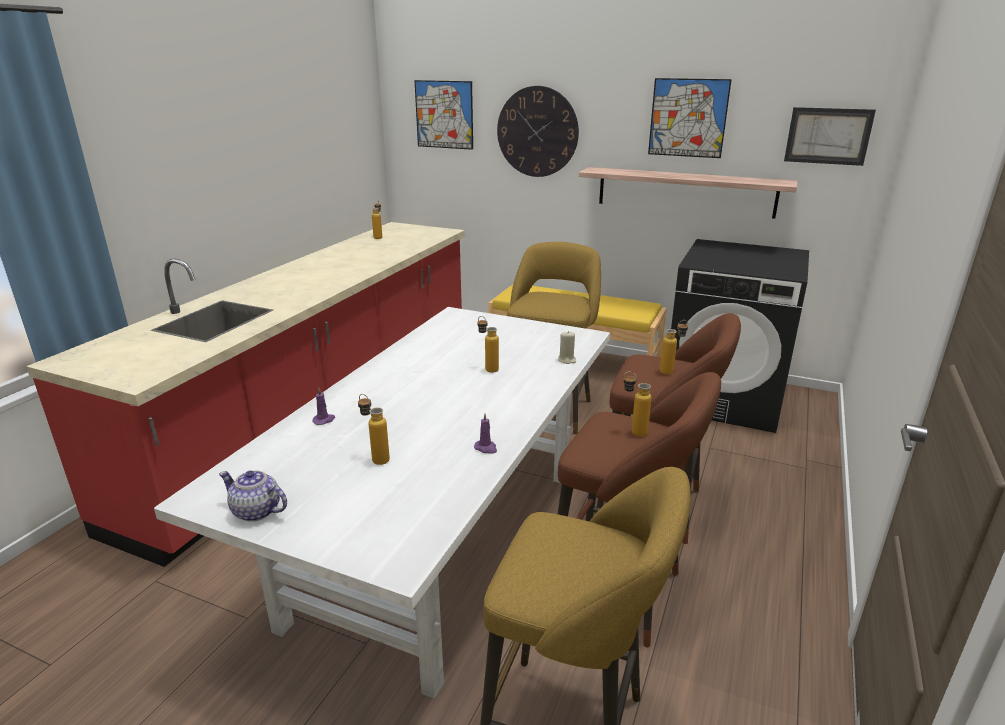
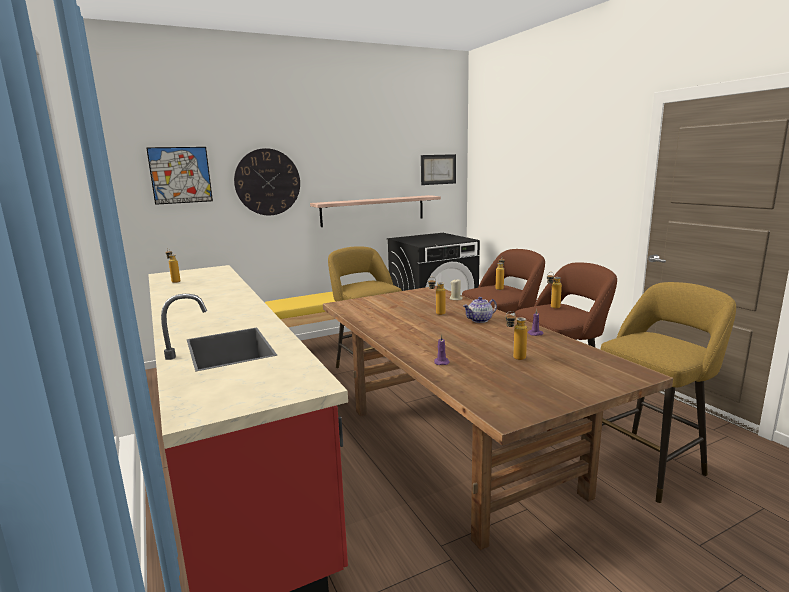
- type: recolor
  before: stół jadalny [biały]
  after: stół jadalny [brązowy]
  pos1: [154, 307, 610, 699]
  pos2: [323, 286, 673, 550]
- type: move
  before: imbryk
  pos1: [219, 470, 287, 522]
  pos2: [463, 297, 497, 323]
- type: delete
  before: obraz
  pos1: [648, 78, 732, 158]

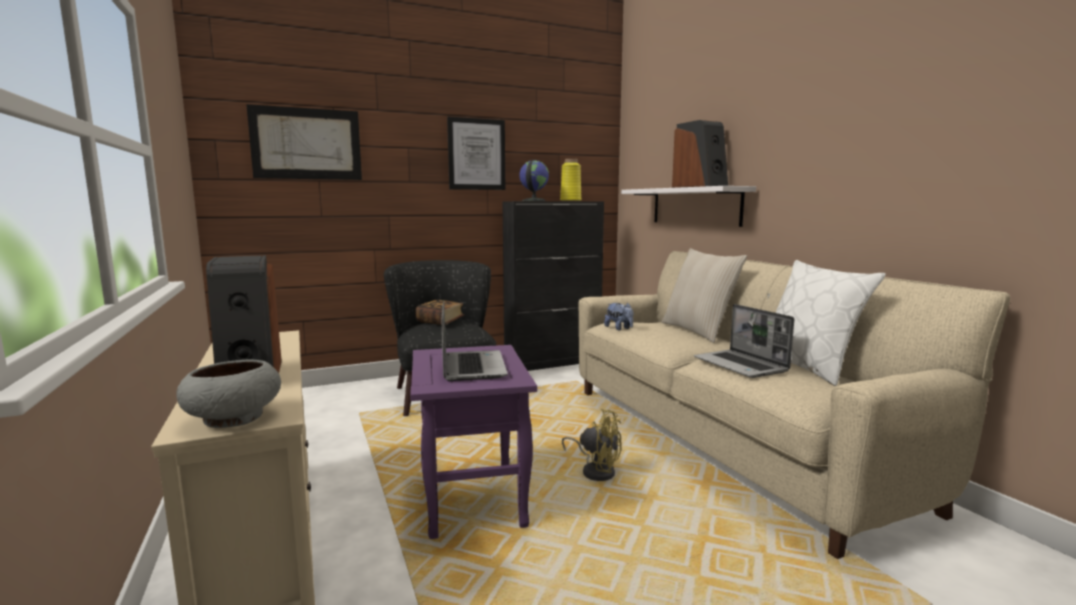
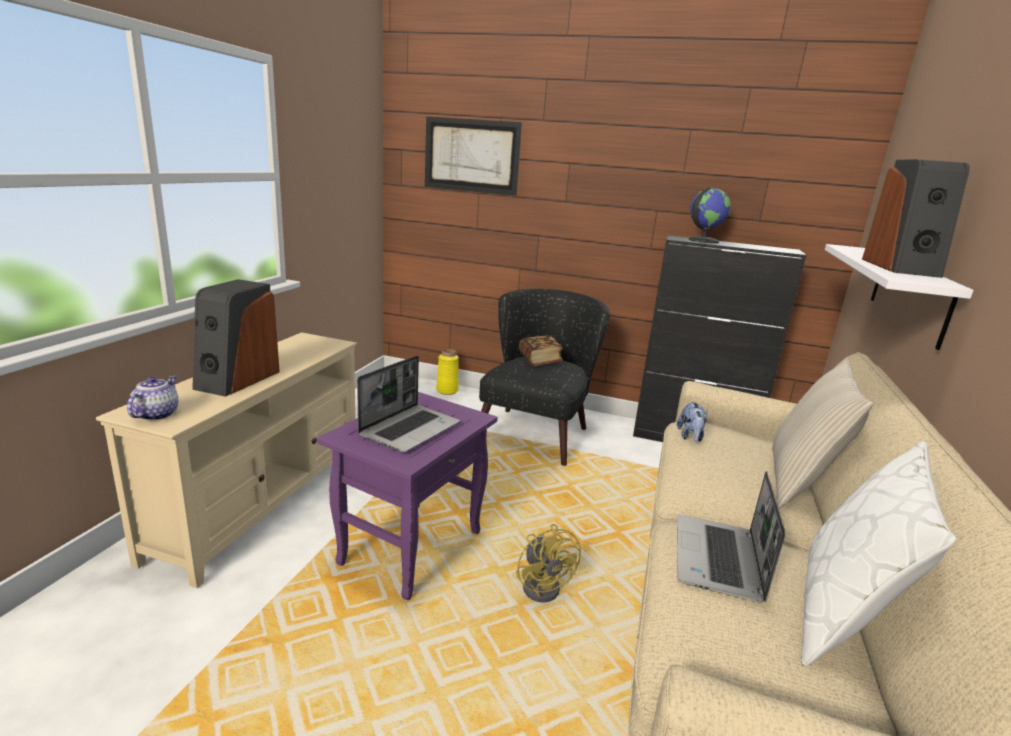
- type: replace
  before: miska [szary]
  after: imbryk
  pos1: [176, 360, 281, 428]
  pos2: [127, 375, 178, 421]
- type: delete
  before: obraz
  pos1: [447, 117, 505, 190]
- type: move
  before: wazon [żółty]
  pos1: [560, 159, 581, 201]
  pos2: [436, 349, 459, 395]

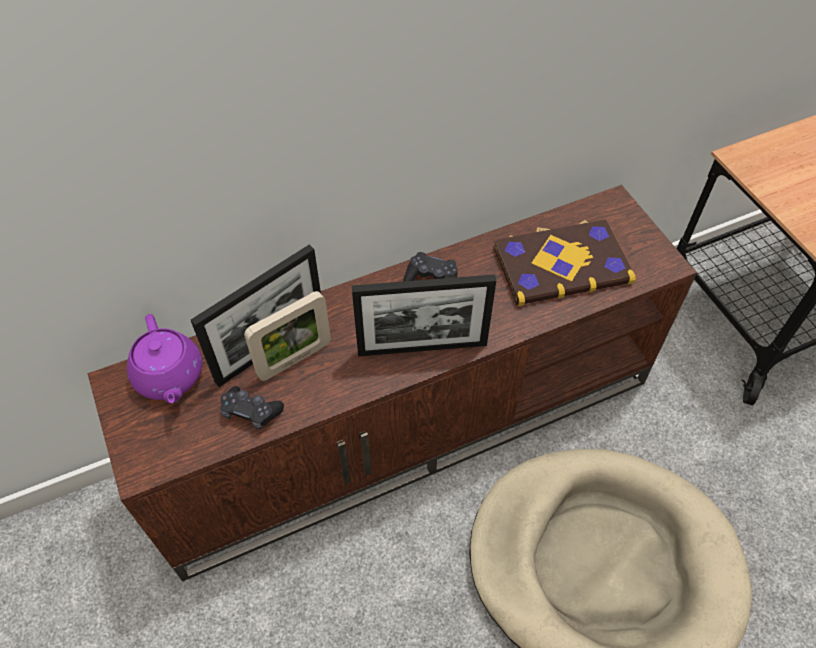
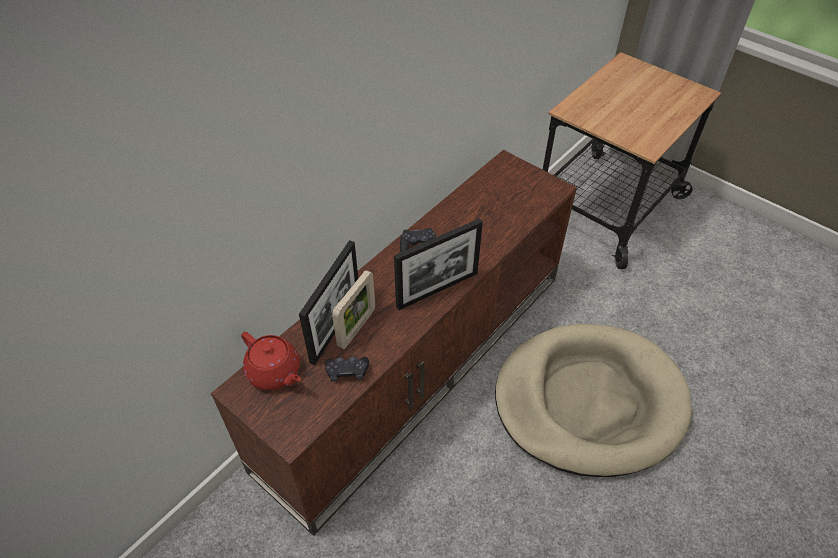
- type: recolor
  before: imbryk [fioletowy]
  after: imbryk [czerwony]
  pos1: [127, 314, 202, 403]
  pos2: [241, 332, 301, 390]
- type: delete
  before: książka
  pos1: [494, 219, 636, 306]

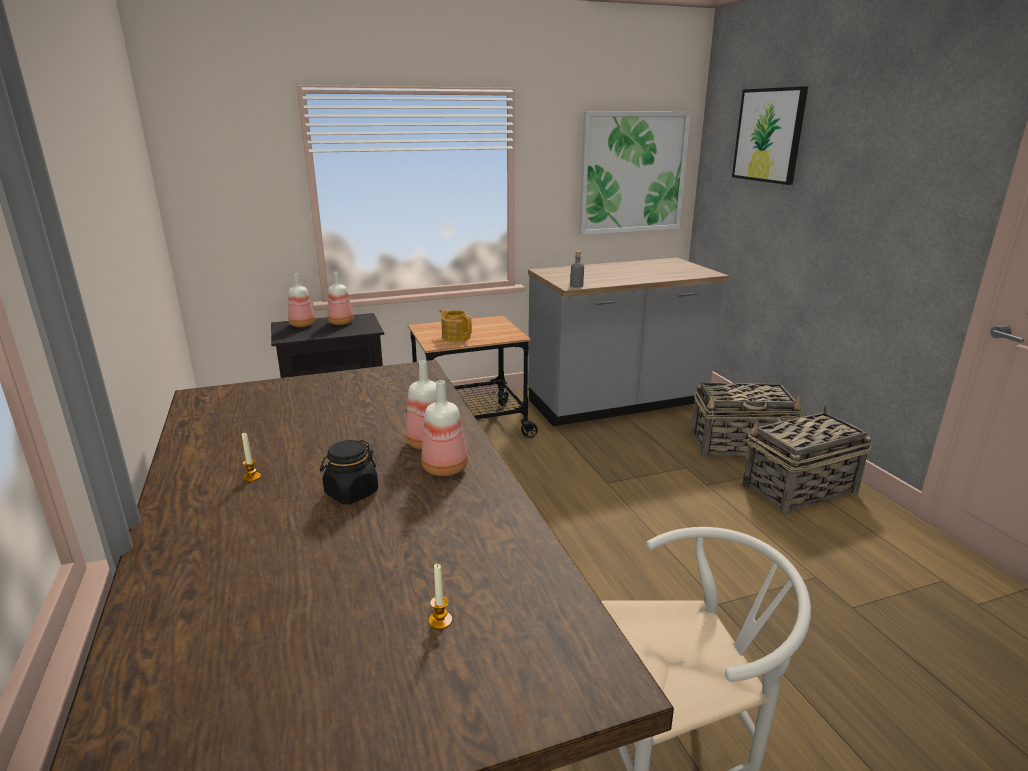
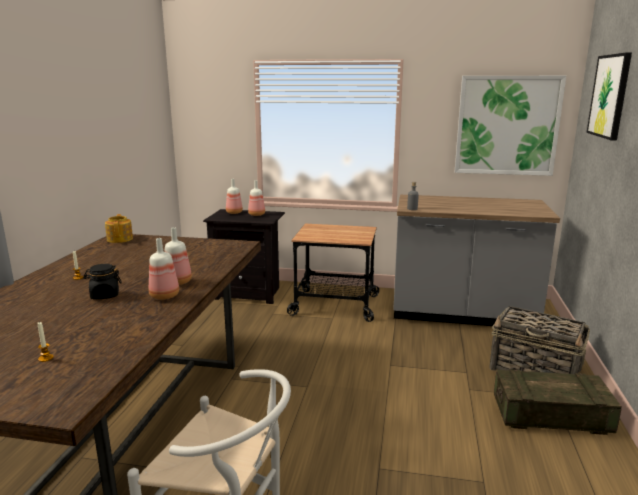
- type: move
  before: imbryk
  pos1: [439, 309, 472, 342]
  pos2: [105, 214, 133, 243]
- type: replace
  before: koszyk
  after: skrzynka
  pos1: [742, 406, 872, 515]
  pos2: [494, 369, 622, 435]

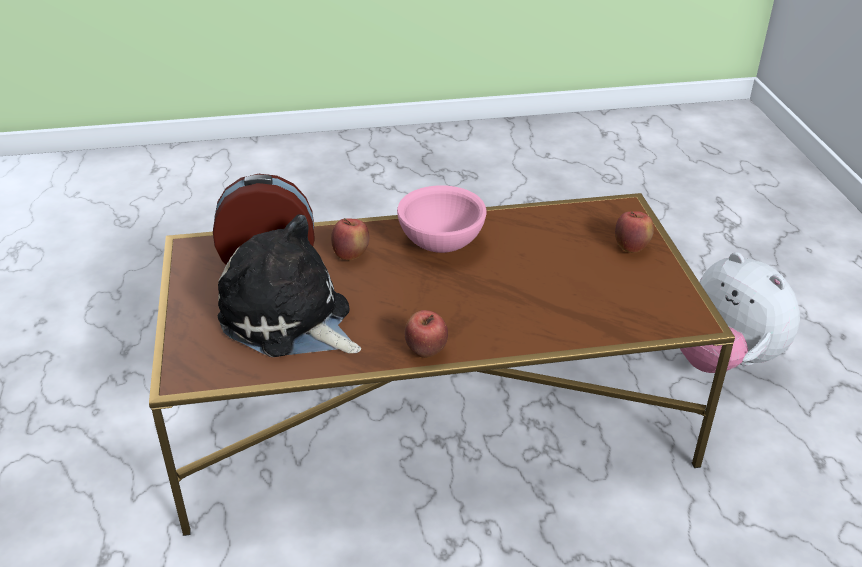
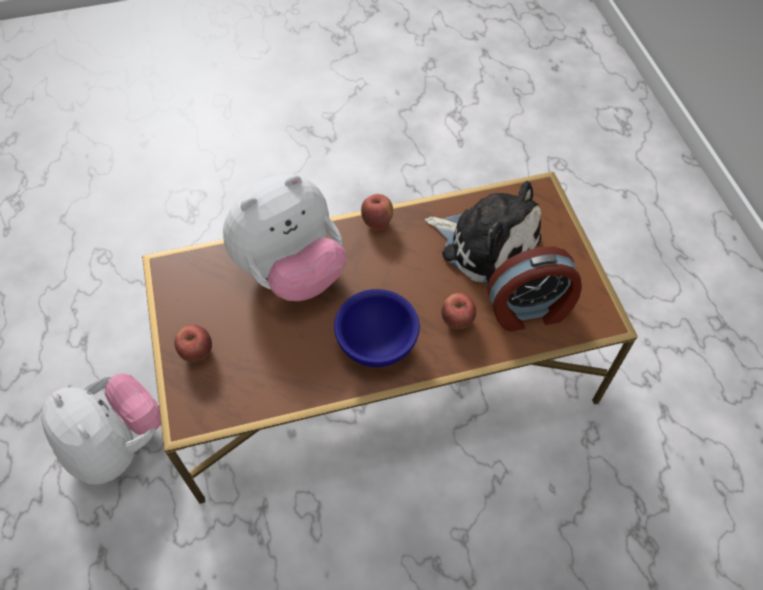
- type: recolor
  before: miska [różowy]
  after: miska [niebieski]
  pos1: [397, 185, 486, 253]
  pos2: [334, 289, 420, 367]
- type: insert
  after: pluszak
  pos2: [223, 175, 346, 301]

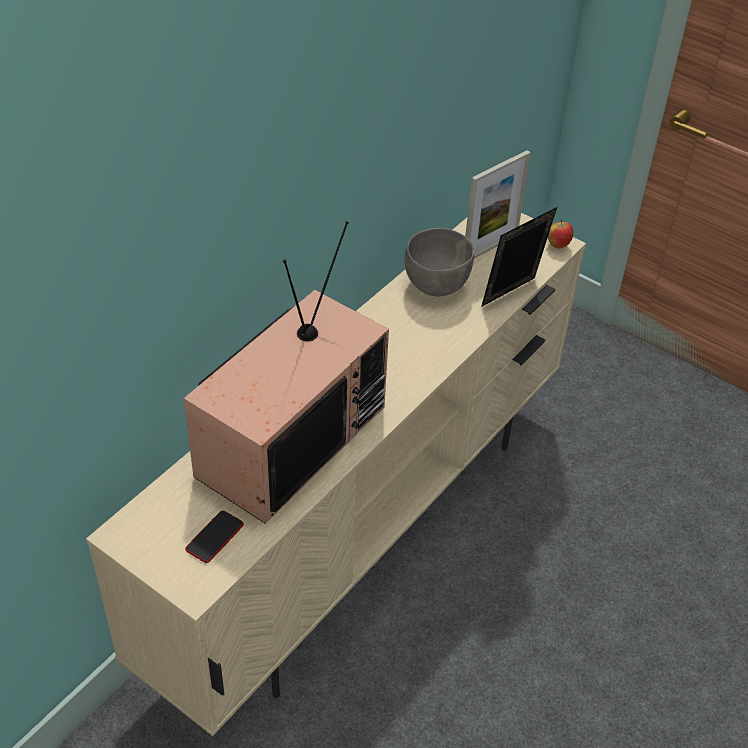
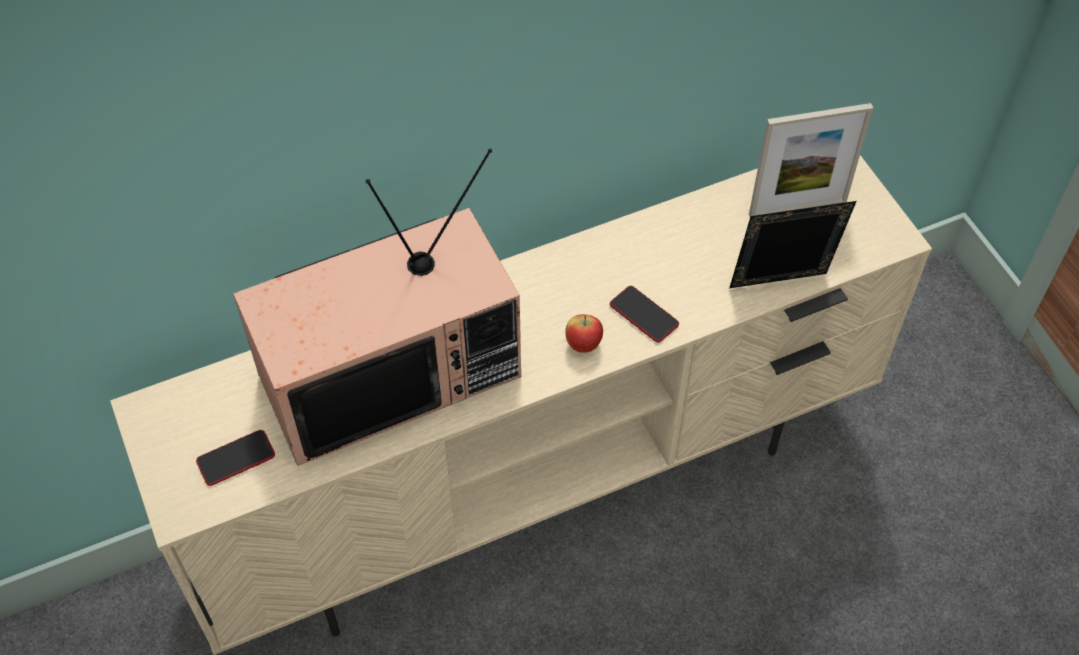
- type: delete
  before: miska [szary]
  pos1: [404, 228, 474, 296]
- type: move
  before: jabłko
  pos1: [548, 219, 573, 249]
  pos2: [565, 314, 603, 353]
- type: insert
  after: telefon
  pos2: [610, 286, 679, 342]

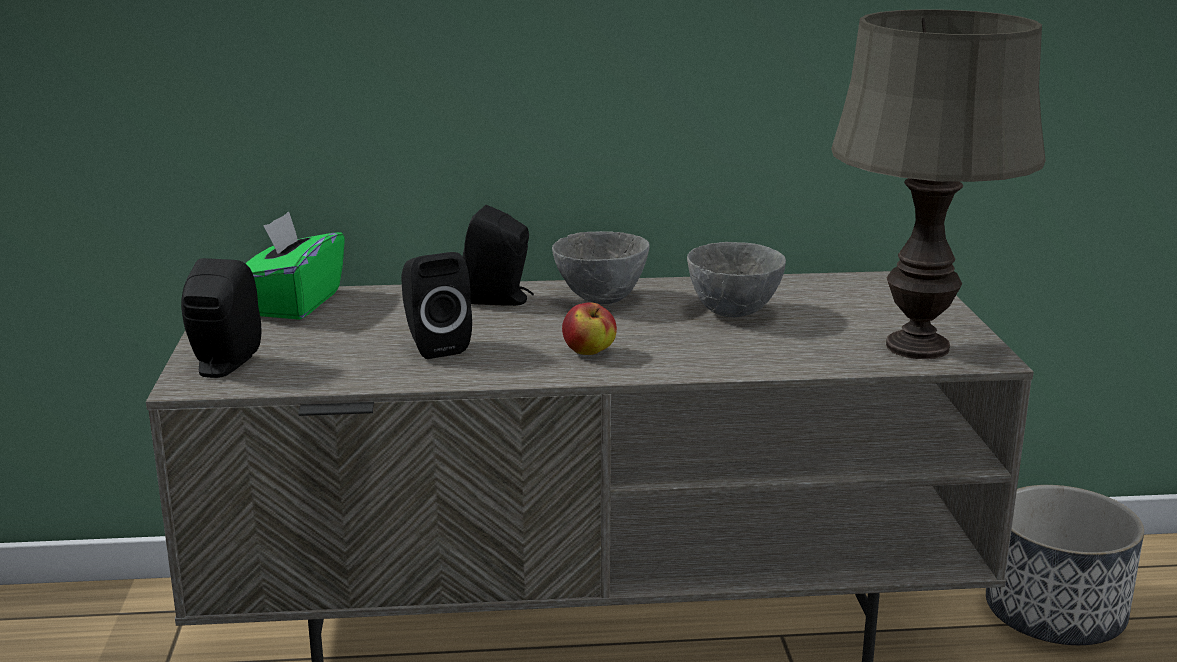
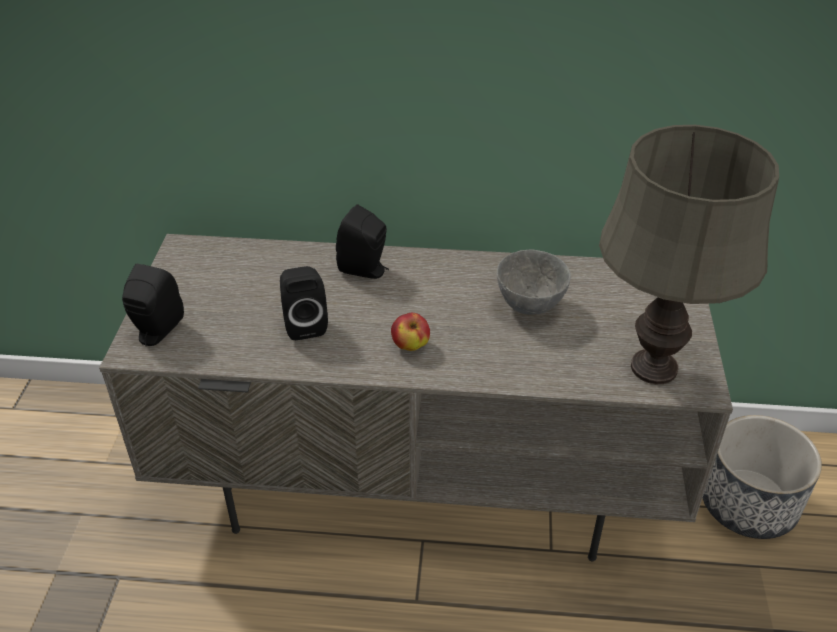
- type: delete
  before: pudełko chusteczek [zielony]
  pos1: [245, 211, 345, 320]
- type: delete
  before: miska [szary]
  pos1: [552, 231, 650, 304]

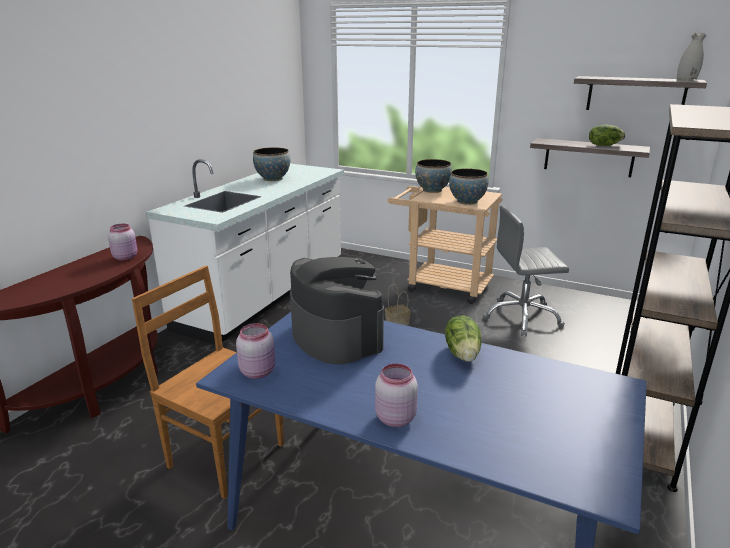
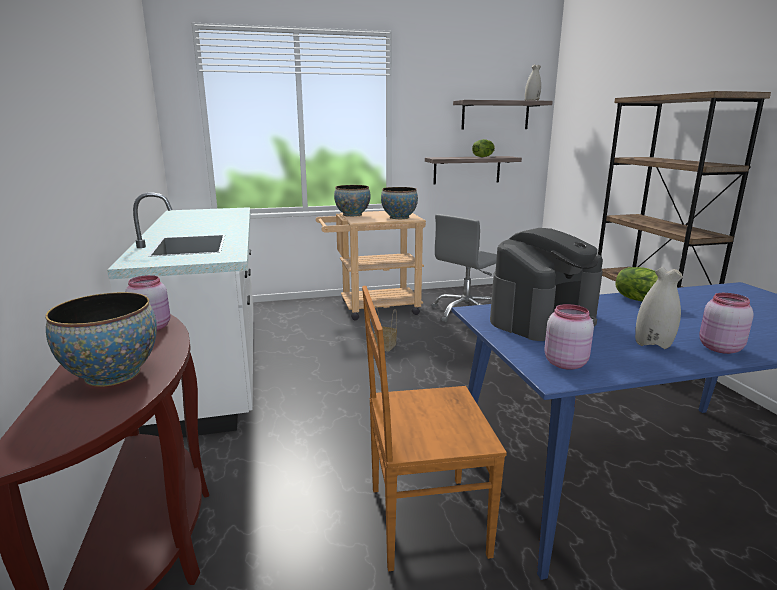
- type: move
  before: miska
  pos1: [253, 147, 290, 181]
  pos2: [45, 292, 157, 387]
- type: rotate
  before: ekspres do kawy
  pos1: [290, 257, 384, 364]
  pos2: [490, 228, 603, 341]
  turn: 120
- type: insert
  after: wazon [biały]
  pos2: [635, 267, 683, 349]

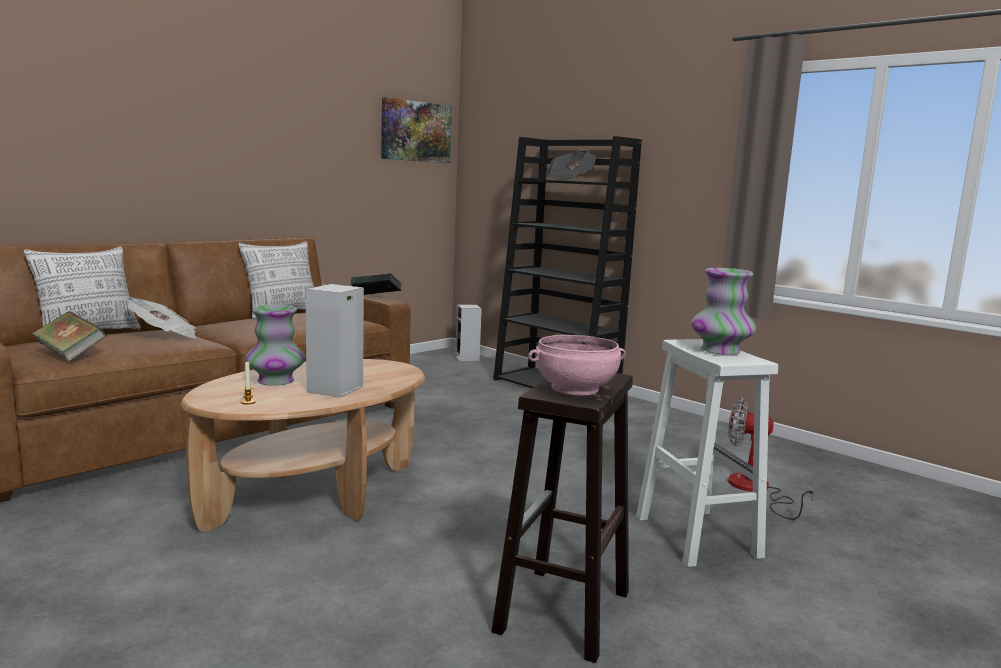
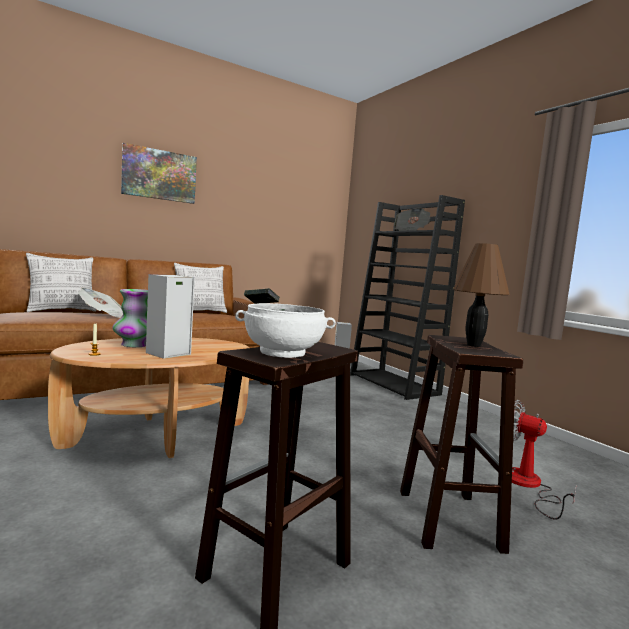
- type: delete
  before: książka
  pos1: [32, 311, 106, 361]
- type: move
  before: obraz
  pos1: [381, 97, 452, 163]
  pos2: [121, 143, 197, 204]
- type: recolor
  before: miska [różowy]
  after: miska [biały]
  pos1: [528, 335, 626, 396]
  pos2: [235, 303, 336, 358]
- type: recolor
  before: stołek [biały]
  after: stołek [brązowy]
  pos1: [636, 339, 778, 567]
  pos2: [400, 335, 523, 554]
- type: replace
  before: wazon
  after: lampa stołowa [brązowy]
  pos1: [691, 268, 756, 355]
  pos2: [453, 243, 510, 347]

